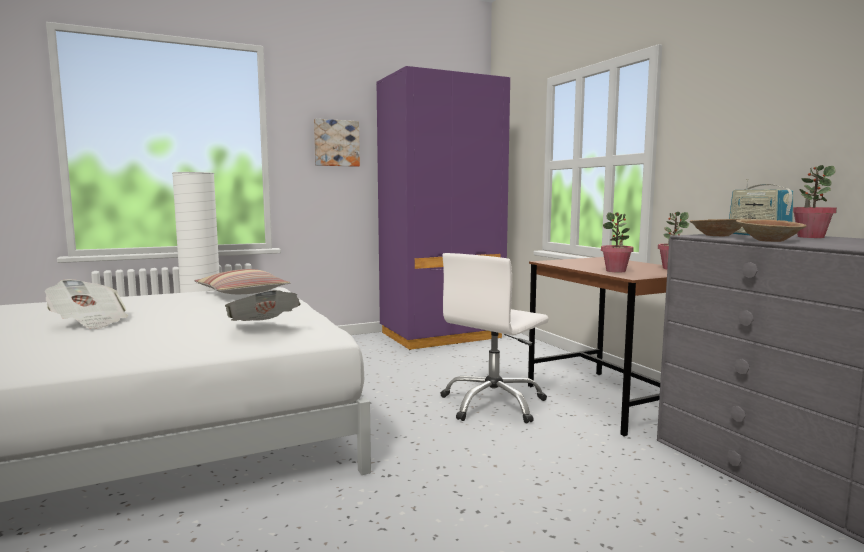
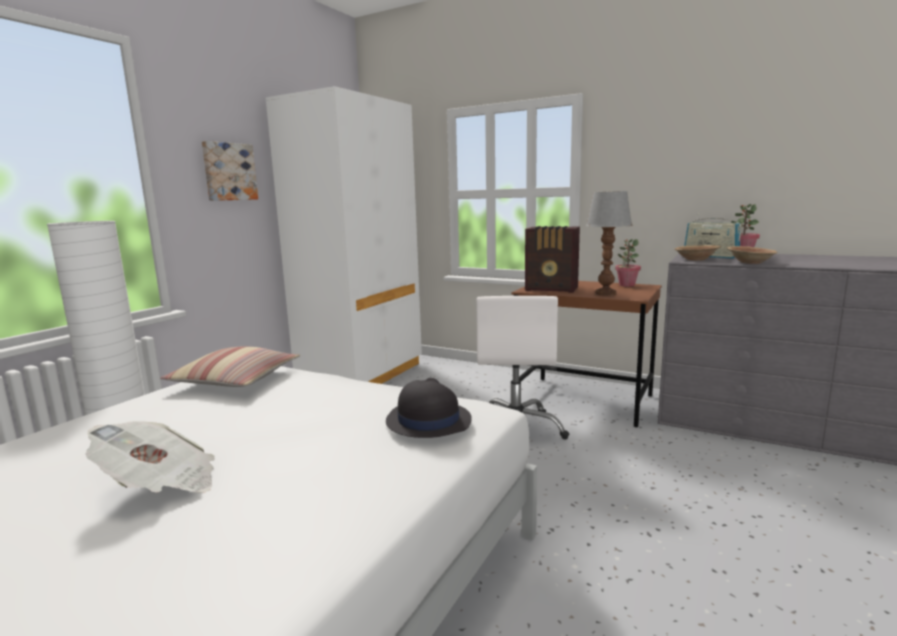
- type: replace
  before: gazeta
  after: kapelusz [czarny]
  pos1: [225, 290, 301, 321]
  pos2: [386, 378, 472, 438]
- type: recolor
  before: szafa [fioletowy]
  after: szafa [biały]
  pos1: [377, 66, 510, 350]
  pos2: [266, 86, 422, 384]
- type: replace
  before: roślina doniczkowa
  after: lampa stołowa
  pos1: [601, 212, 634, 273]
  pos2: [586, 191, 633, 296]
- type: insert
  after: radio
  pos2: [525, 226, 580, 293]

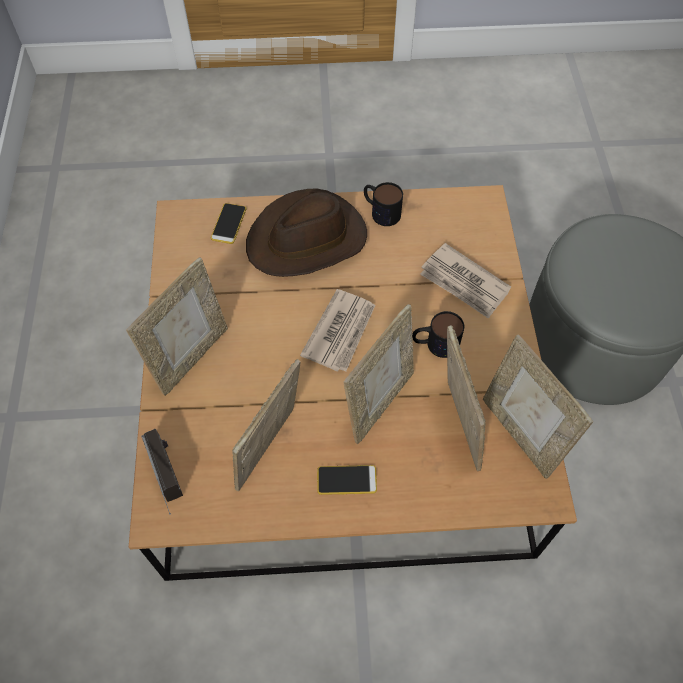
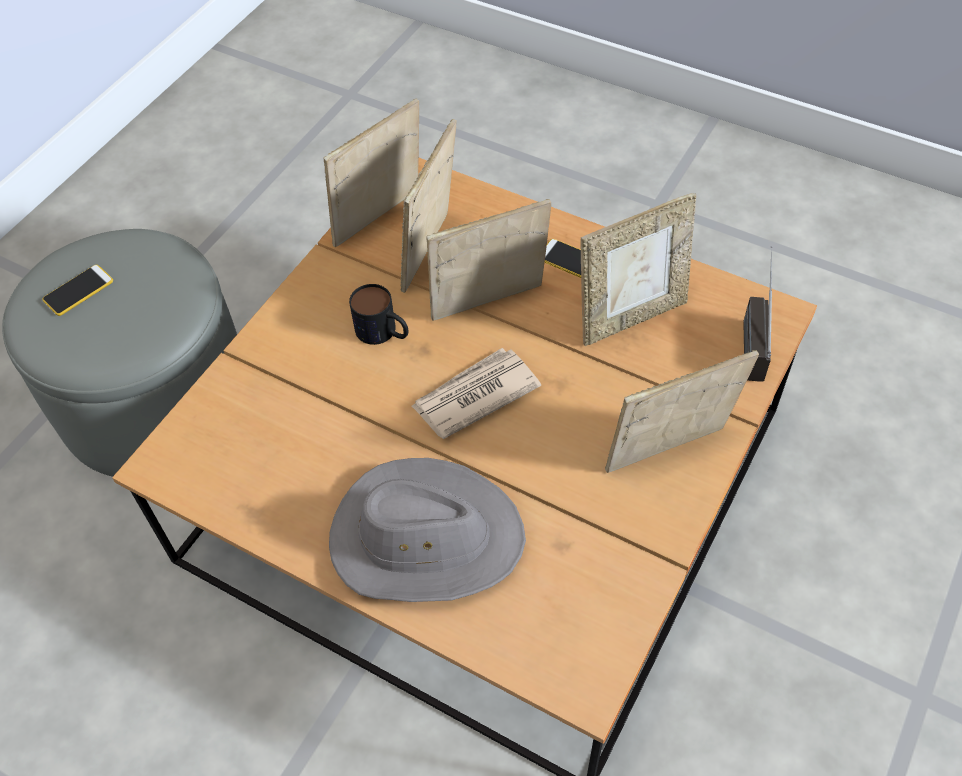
- type: move
  before: telefon
  pos1: [211, 203, 246, 244]
  pos2: [42, 265, 113, 316]
- type: recolor
  before: kapelusz [brązowy]
  after: kapelusz [szary]
  pos1: [246, 188, 367, 277]
  pos2: [329, 458, 526, 602]
- type: delete
  before: kubek
  pos1: [364, 182, 403, 226]
- type: delete
  before: gazeta
  pos1: [420, 243, 511, 319]
- type: rotate
  before: ramka na zdjęcie
  pos1: [483, 334, 593, 479]
  pos2: [323, 98, 419, 247]
  turn: -135

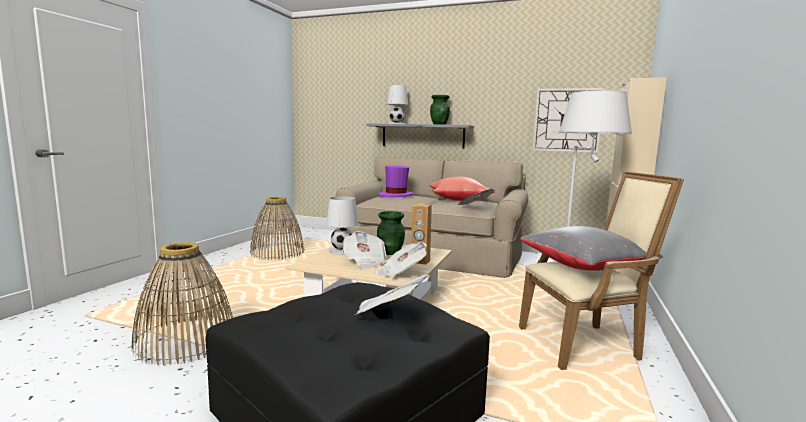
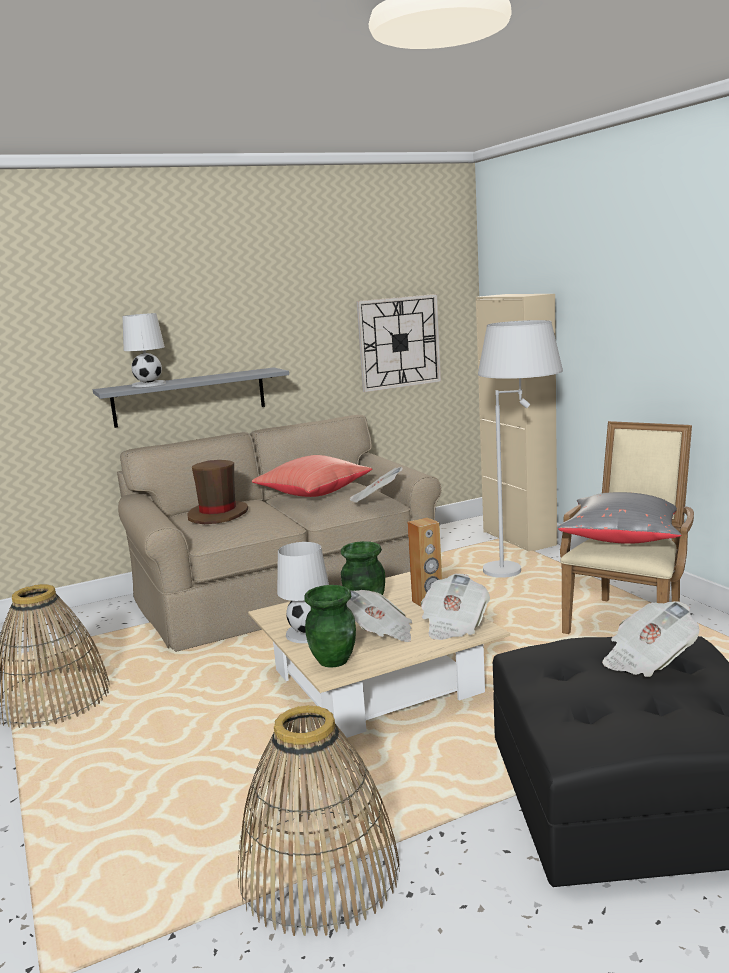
- type: recolor
  before: kapelusz [fioletowy]
  after: kapelusz [brązowy]
  pos1: [379, 165, 413, 198]
  pos2: [187, 460, 248, 524]
- type: move
  before: wazon [zielony]
  pos1: [430, 95, 450, 125]
  pos2: [304, 585, 356, 668]

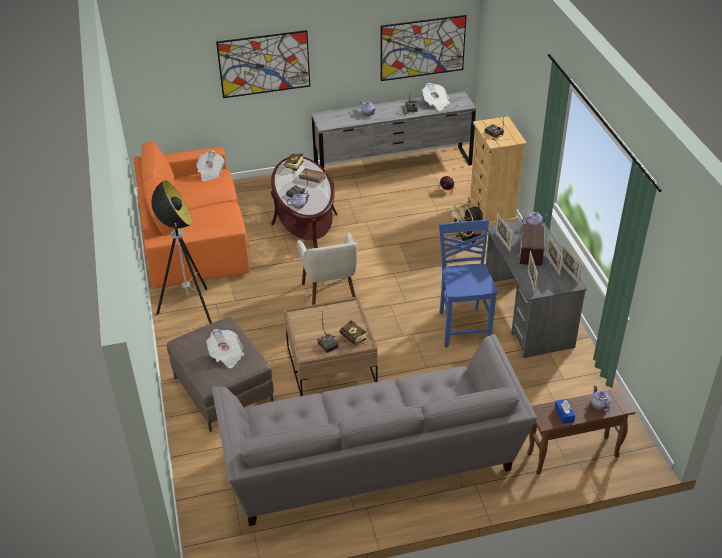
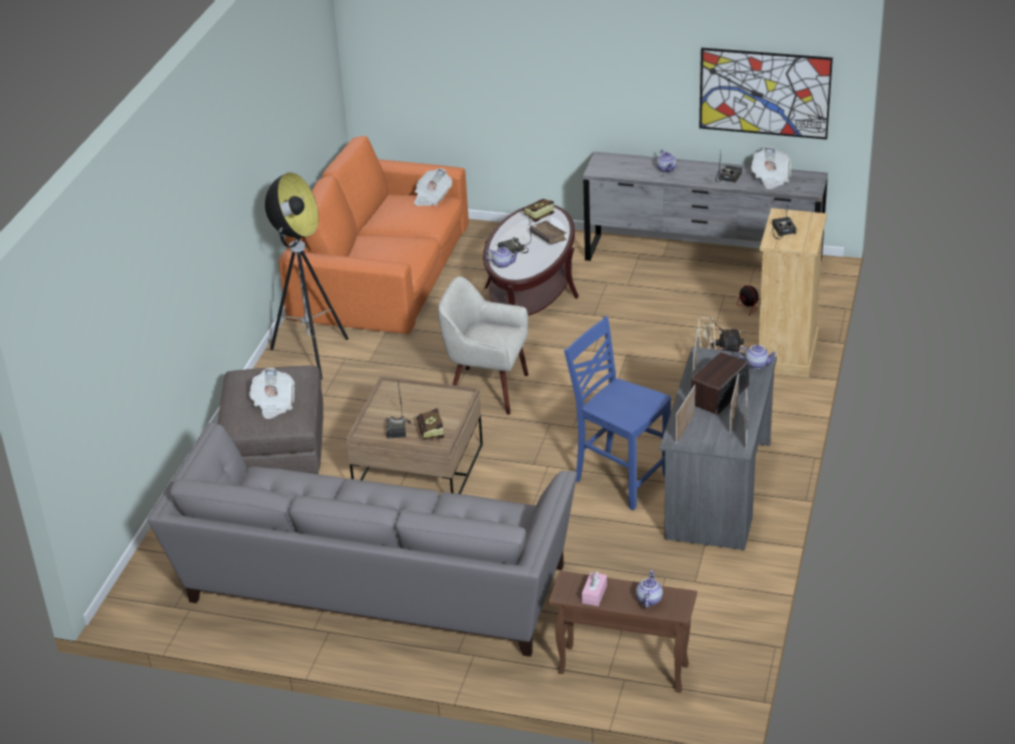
- type: delete
  before: obraz
  pos1: [216, 30, 310, 98]
- type: rotate
  before: fotel [beżowy]
  pos1: [297, 233, 358, 305]
  pos2: [438, 276, 528, 415]
  turn: 90
- type: rotate
  before: krzesło [niebieski]
  pos1: [439, 219, 498, 348]
  pos2: [564, 316, 671, 510]
  turn: -75
- type: recolor
  before: pudełko chusteczek [niebieski]
  after: pudełko chusteczek [różowy]
  pos1: [555, 399, 575, 424]
  pos2: [582, 571, 607, 606]

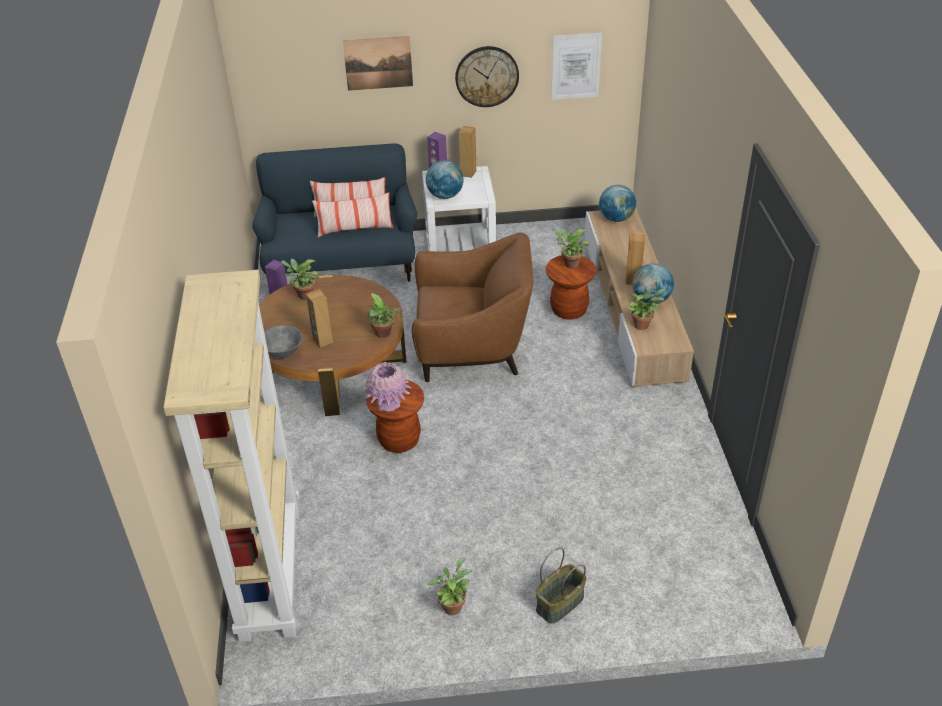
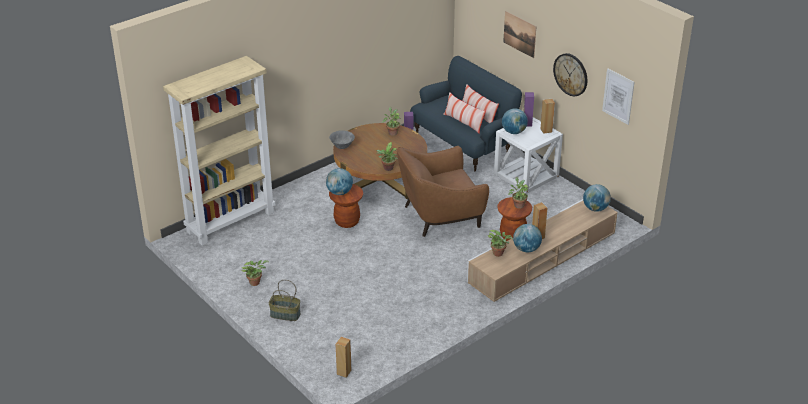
- type: move
  before: głośnik [brązowy]
  pos1: [306, 289, 333, 348]
  pos2: [336, 337, 351, 378]
- type: replace
  before: wazon [różowy]
  after: globus
  pos1: [364, 362, 411, 411]
  pos2: [326, 168, 353, 195]
- type: rotate
  before: fotel [brązowy]
  pos1: [412, 232, 534, 382]
  pos2: [397, 146, 489, 237]
  turn: 105

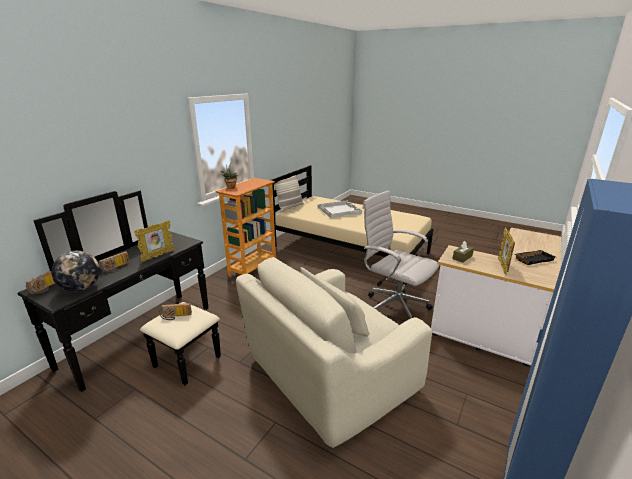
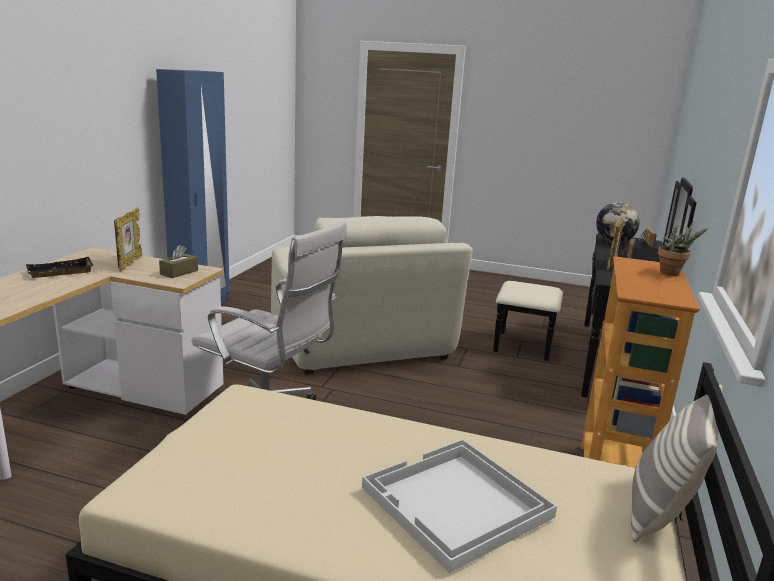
- type: delete
  before: radio
  pos1: [160, 303, 192, 320]
- type: rotate
  before: fotel [beżowy]
  pos1: [236, 257, 432, 448]
  pos2: [271, 216, 473, 375]
  turn: 120

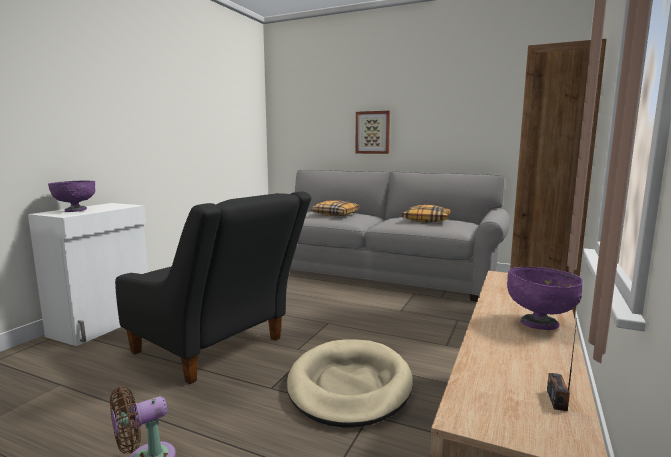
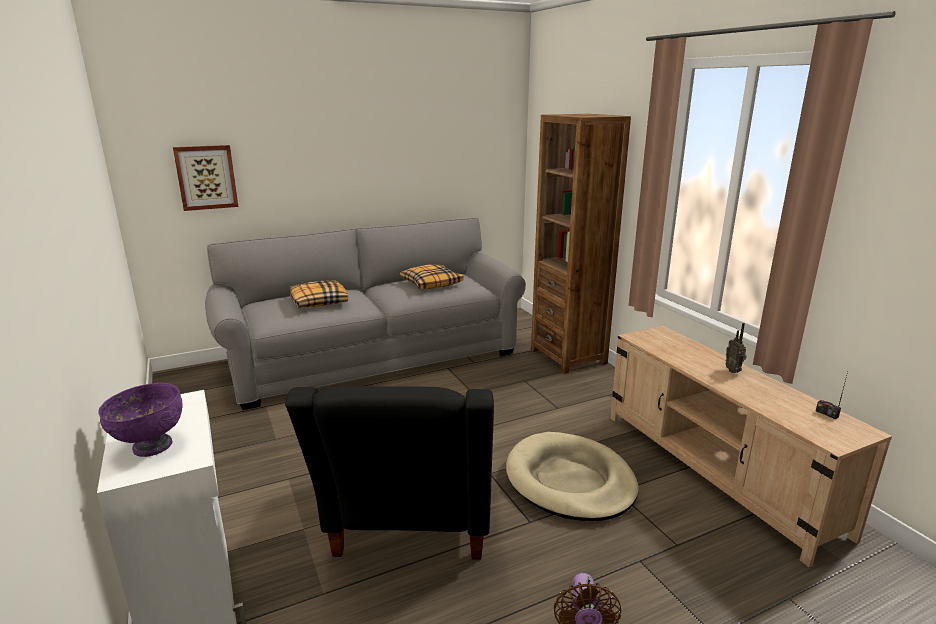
- type: rotate
  before: fotel [czarny]
  pos1: [115, 192, 311, 384]
  pos2: [285, 386, 494, 560]
  turn: 105
- type: move
  before: obraz
  pos1: [355, 111, 390, 154]
  pos2: [173, 145, 238, 211]
- type: replace
  before: miska [fioletowy]
  after: radio
  pos1: [507, 267, 583, 330]
  pos2: [725, 323, 747, 373]

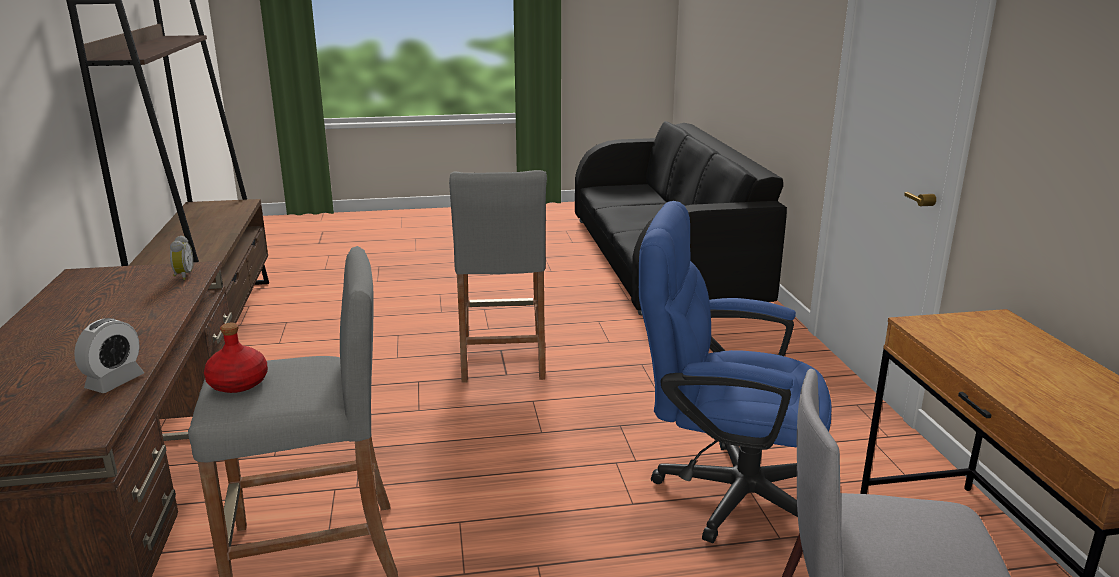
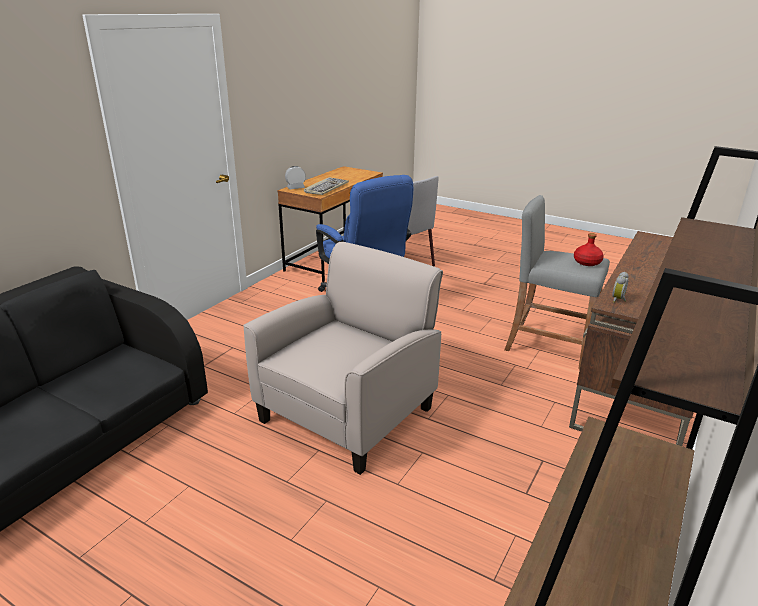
- type: move
  before: budzik
  pos1: [74, 318, 144, 393]
  pos2: [285, 166, 306, 189]
- type: replace
  before: stołek [szary]
  after: fotel [beżowy]
  pos1: [449, 170, 547, 383]
  pos2: [243, 242, 443, 475]
- type: insert
  after: klawiatura
  pos2: [304, 177, 349, 195]

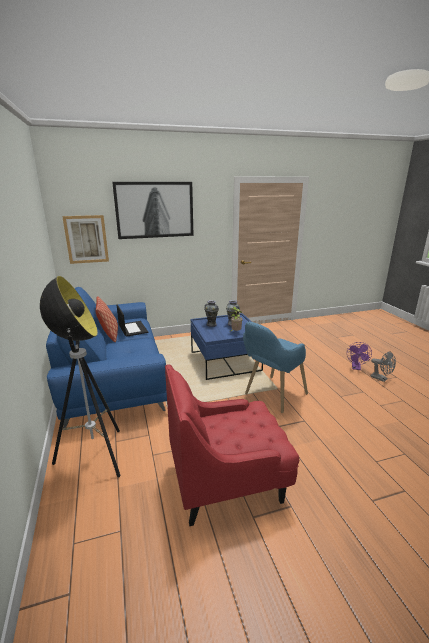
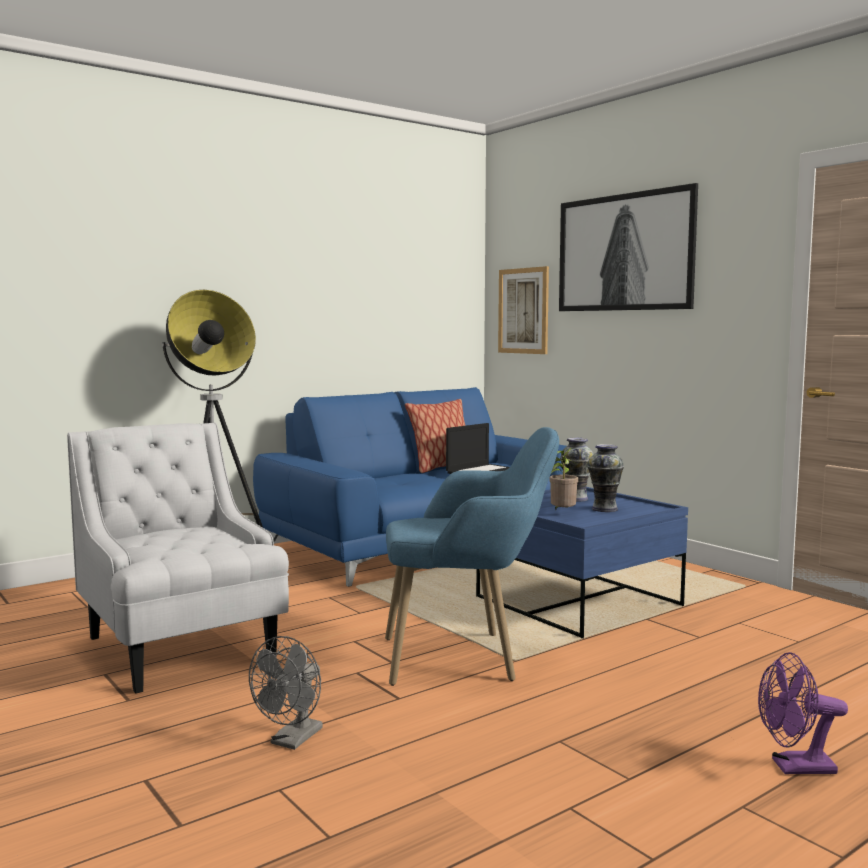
- type: recolor
  before: fotel [czerwony]
  after: fotel [biały]
  pos1: [165, 364, 299, 526]
  pos2: [67, 422, 289, 694]
- type: rotate
  before: fotel [niebieski]
  pos1: [243, 322, 308, 413]
  pos2: [385, 427, 559, 686]
  turn: 150
- type: move
  before: wentylator [szary]
  pos1: [370, 351, 396, 382]
  pos2: [249, 636, 323, 750]

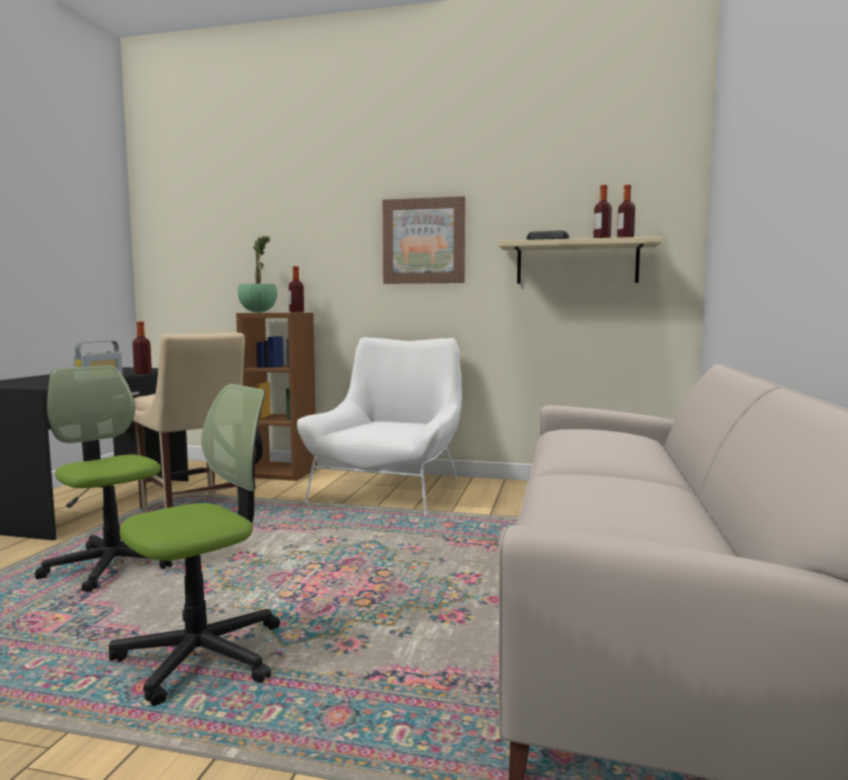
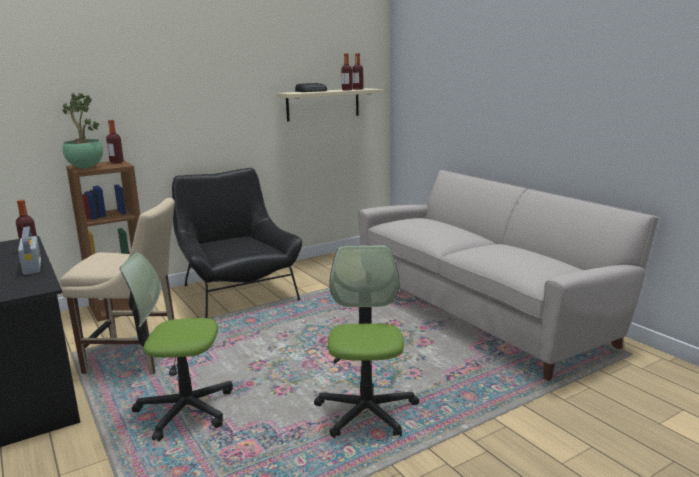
- type: recolor
  before: fotel [biały]
  after: fotel [czarny]
  pos1: [297, 337, 462, 515]
  pos2: [172, 168, 302, 318]
- type: delete
  before: obraz
  pos1: [383, 196, 465, 284]

